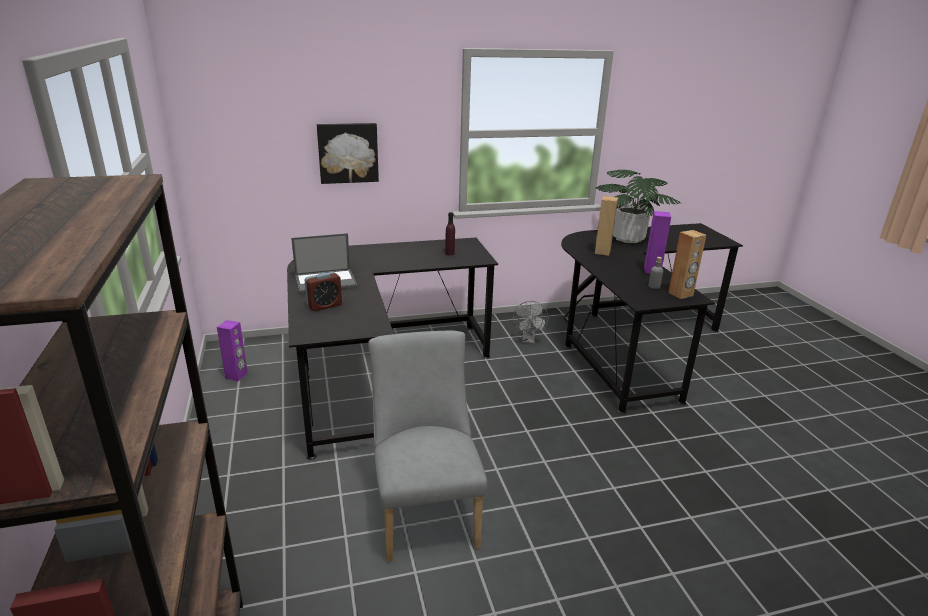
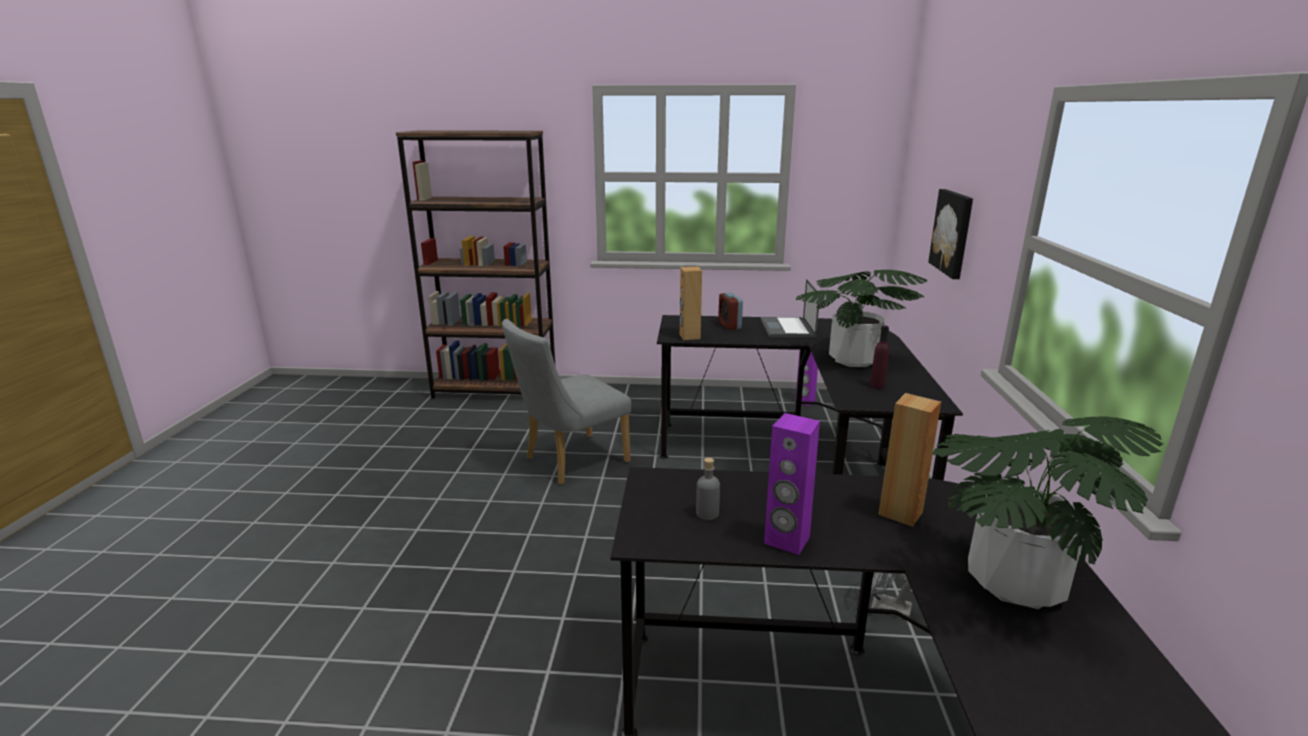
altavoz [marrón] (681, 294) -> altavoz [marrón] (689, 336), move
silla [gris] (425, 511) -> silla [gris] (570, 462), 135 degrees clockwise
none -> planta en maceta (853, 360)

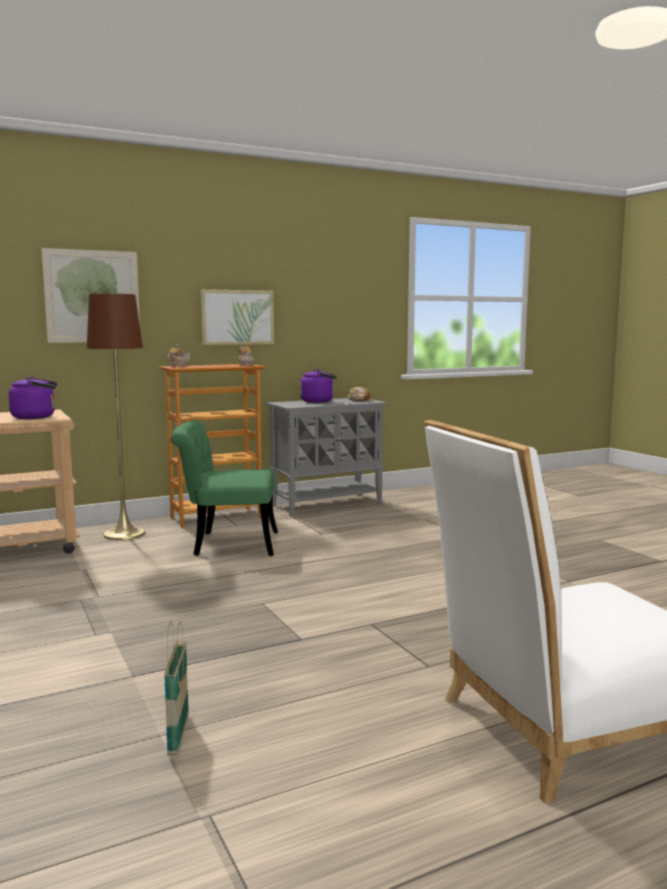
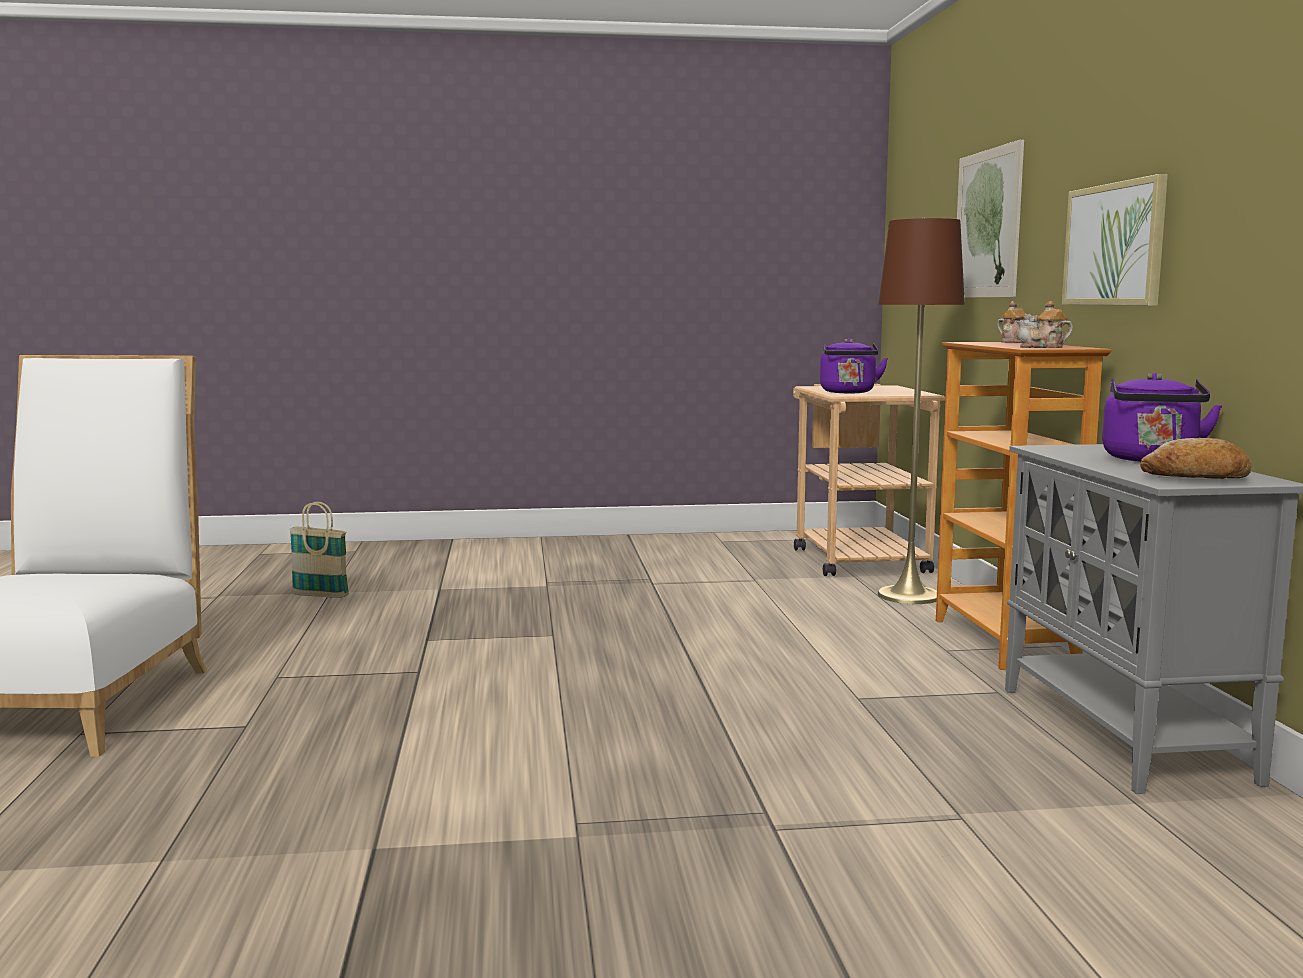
silla [verde] (226, 544) -> none

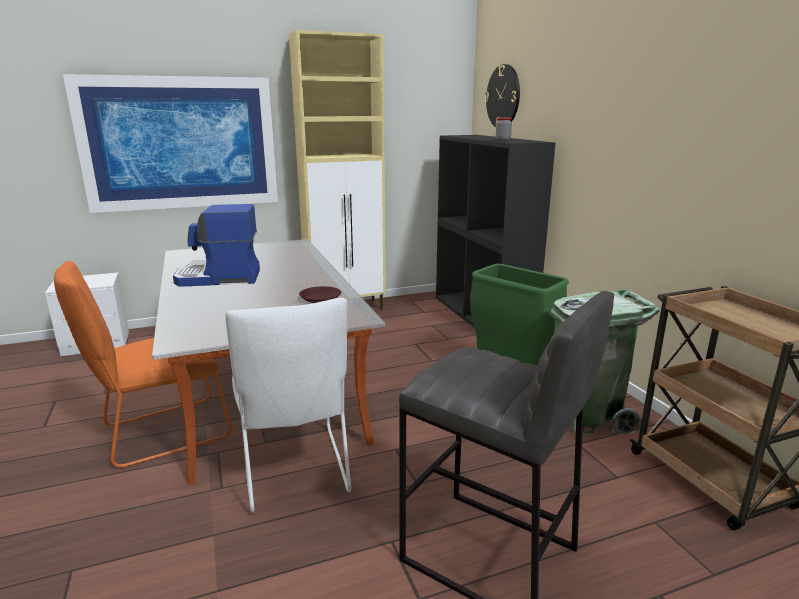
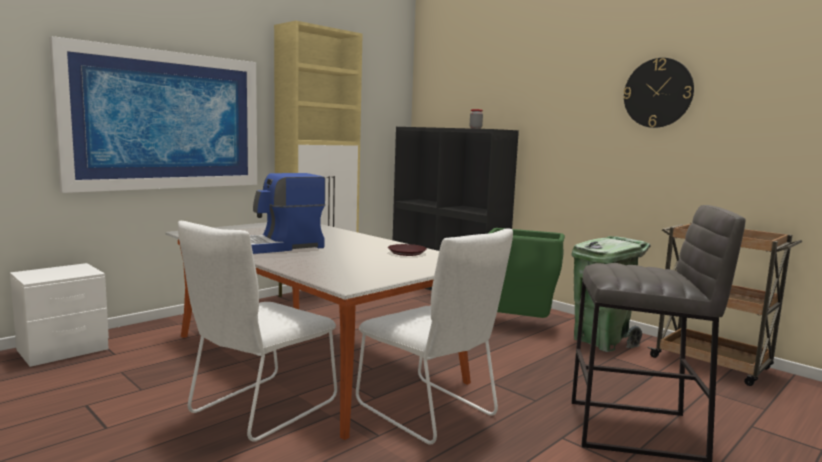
reloj de pared (503, 96) -> reloj de pared (658, 93), move
silla [naranja] (161, 433) -> silla [blanco] (259, 409)

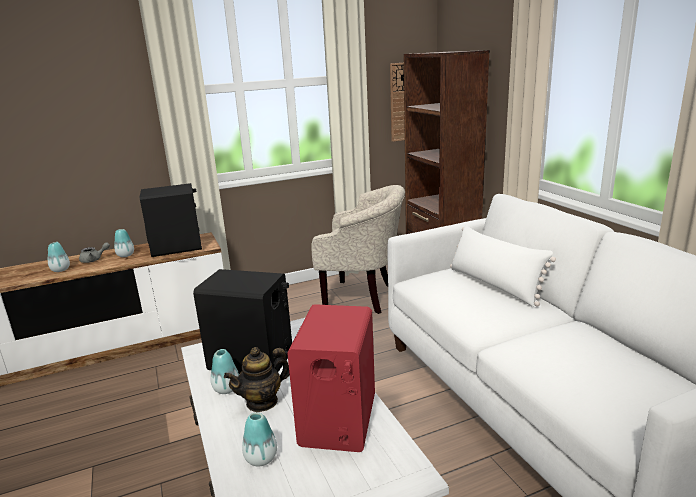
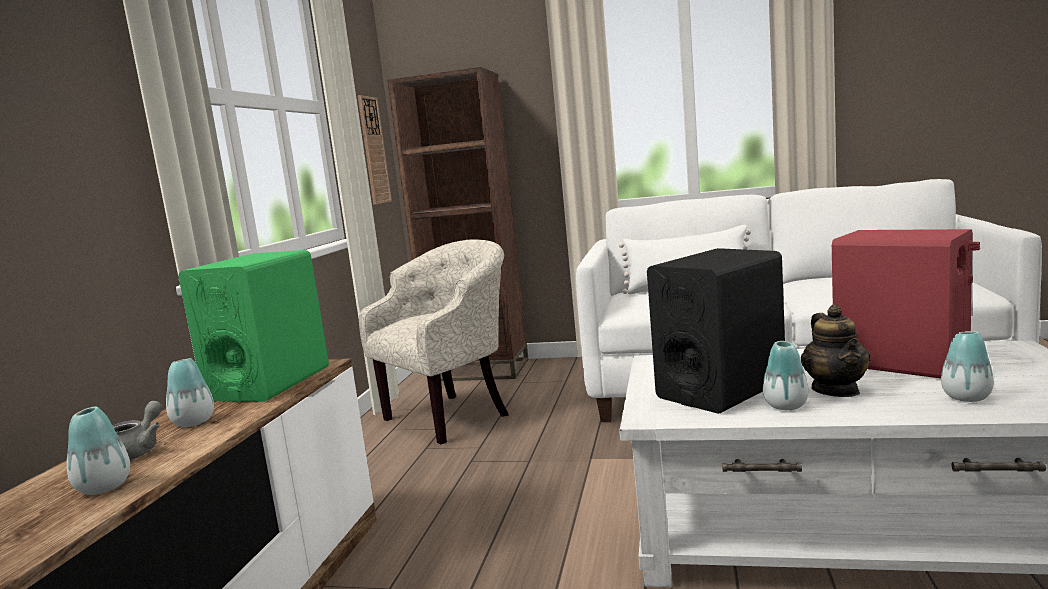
altavoz [negro] (177, 248) -> altavoz [verde] (270, 383)

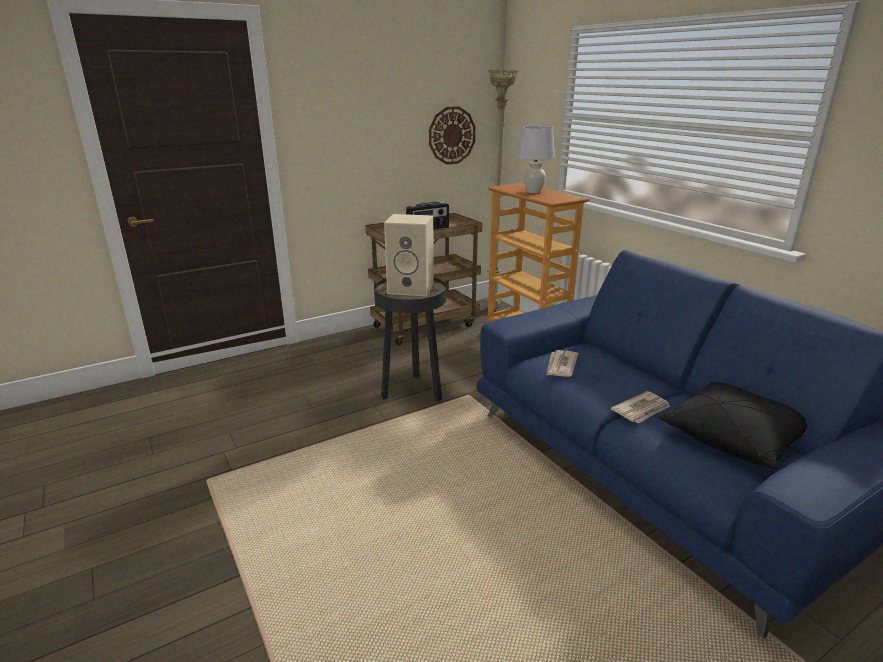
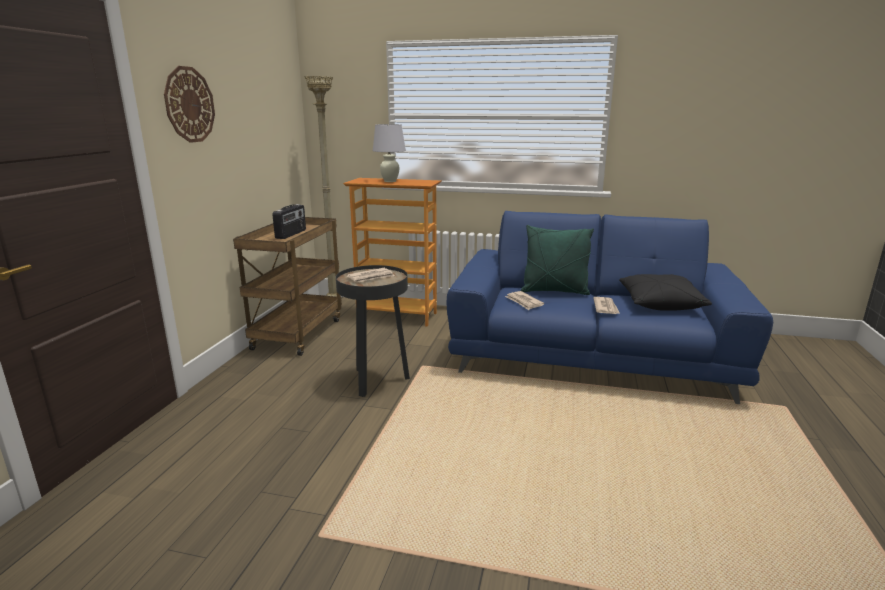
reloj de pared (451, 135) -> reloj de pared (189, 105), move
altavoz [beis] (412, 288) -> periódico (371, 277)
none -> cojín [verde] (554, 291)

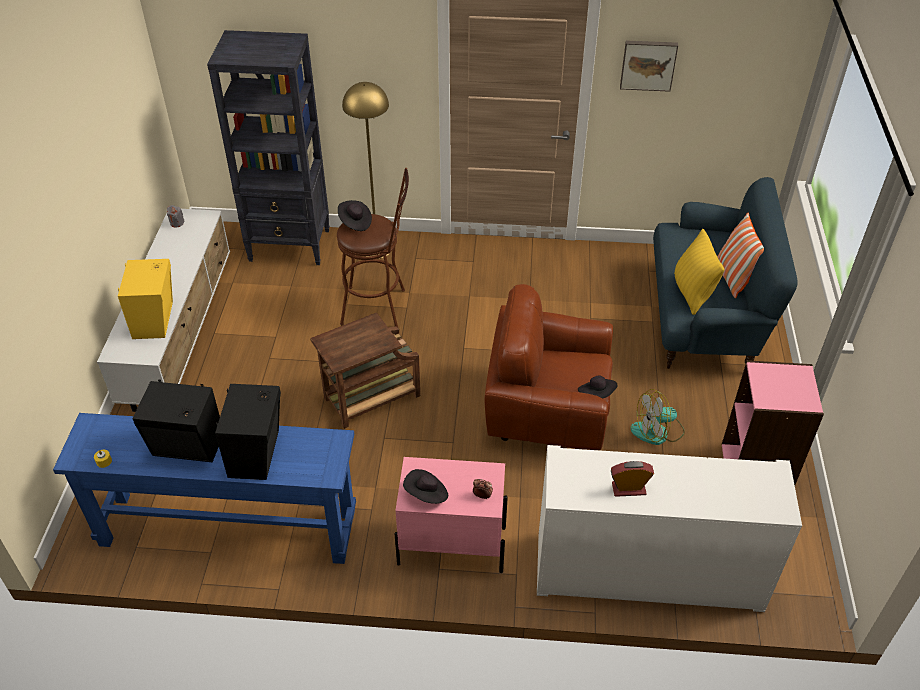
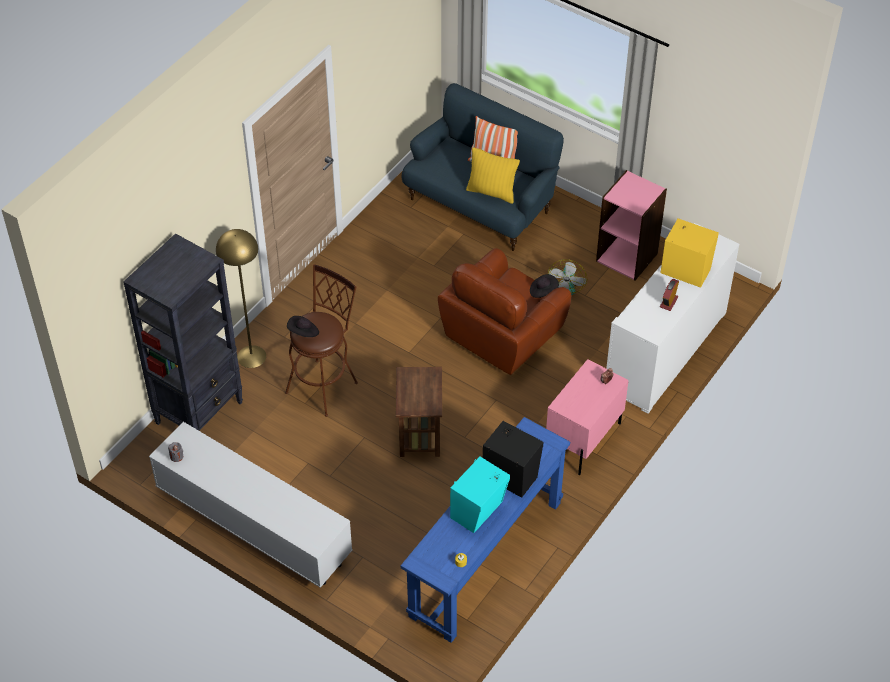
cuadro (648, 64) -> none
altavoz [amarillo] (156, 319) -> altavoz [amarillo] (685, 269), move
altavoz [negro] (188, 447) -> altavoz [turquesa] (479, 510)
sombrero [negro] (426, 494) -> none

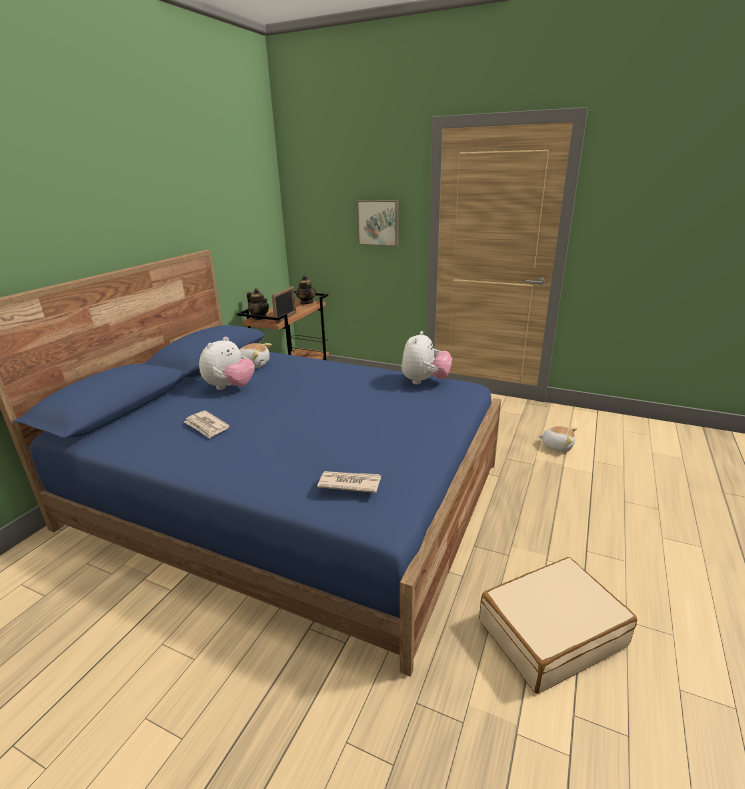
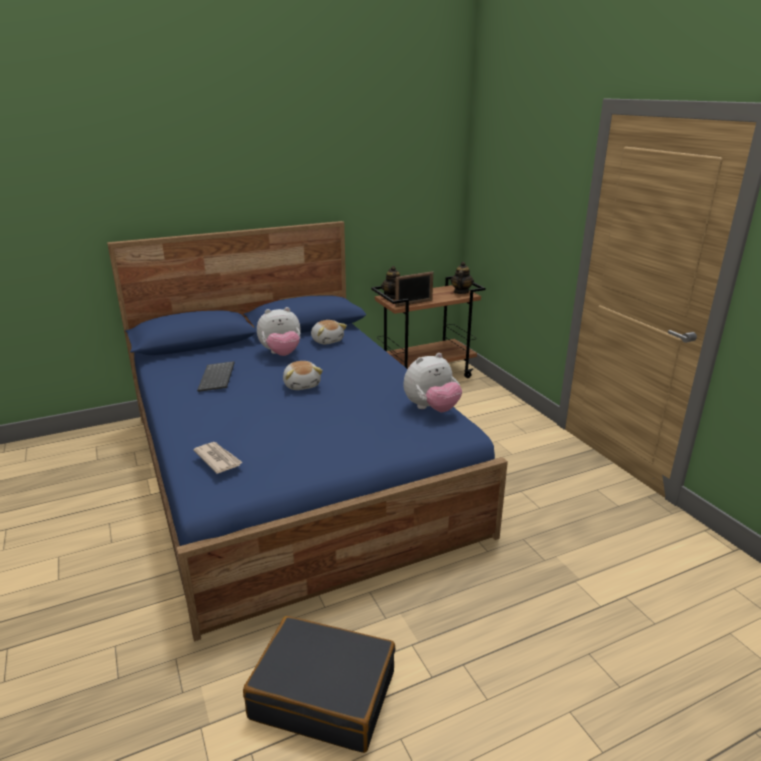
cuadro (378, 223) -> none
periódico (206, 426) -> teclado (218, 378)
peluche (557, 446) -> peluche (302, 385), move
maleta [beis] (550, 633) -> maleta [negro] (324, 694)

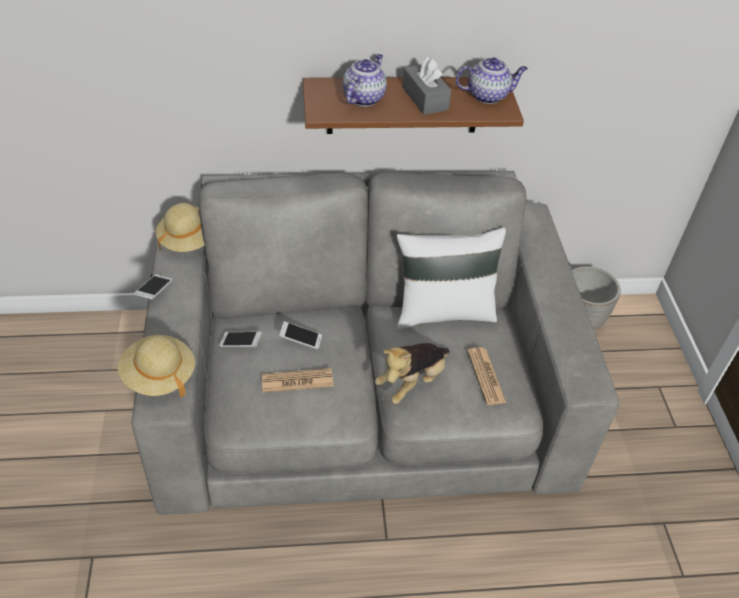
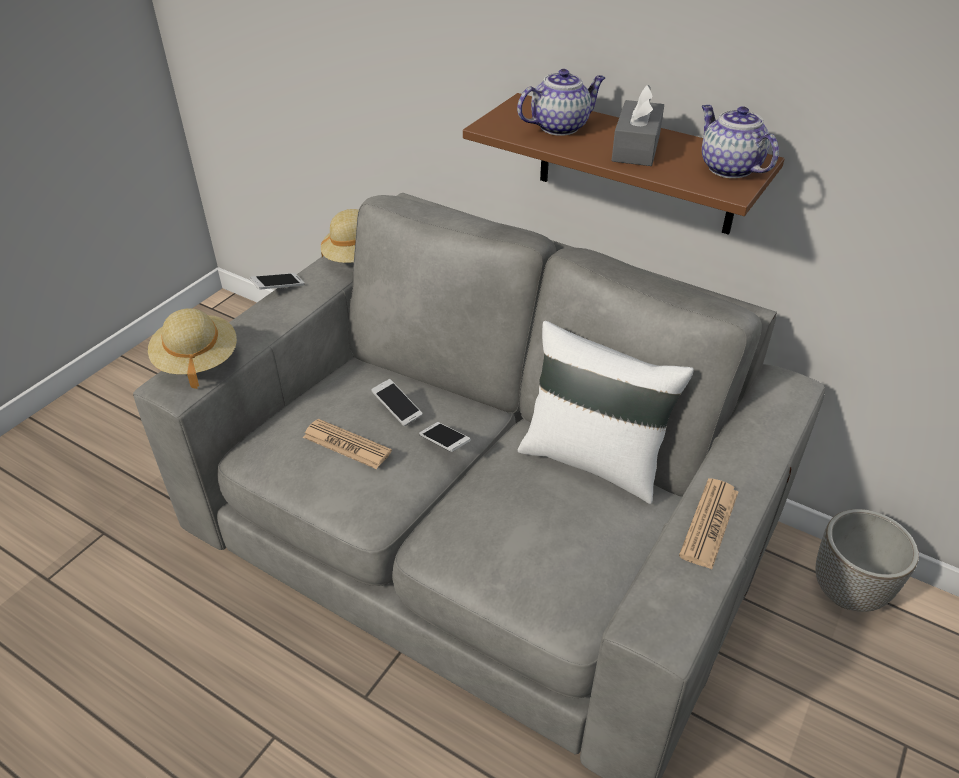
tetera (488, 95) -> tetera (728, 168), 150 degrees counterclockwise
móvil (241, 343) -> móvil (444, 443), move
peluche (412, 382) -> none
periódico (486, 376) -> periódico (709, 523), move

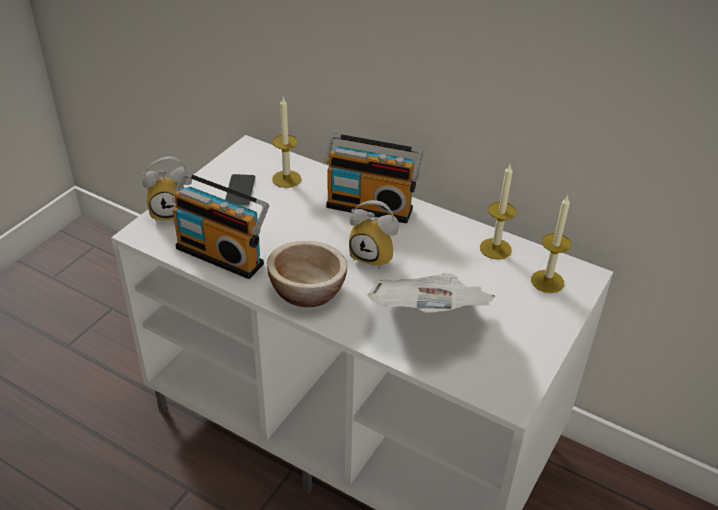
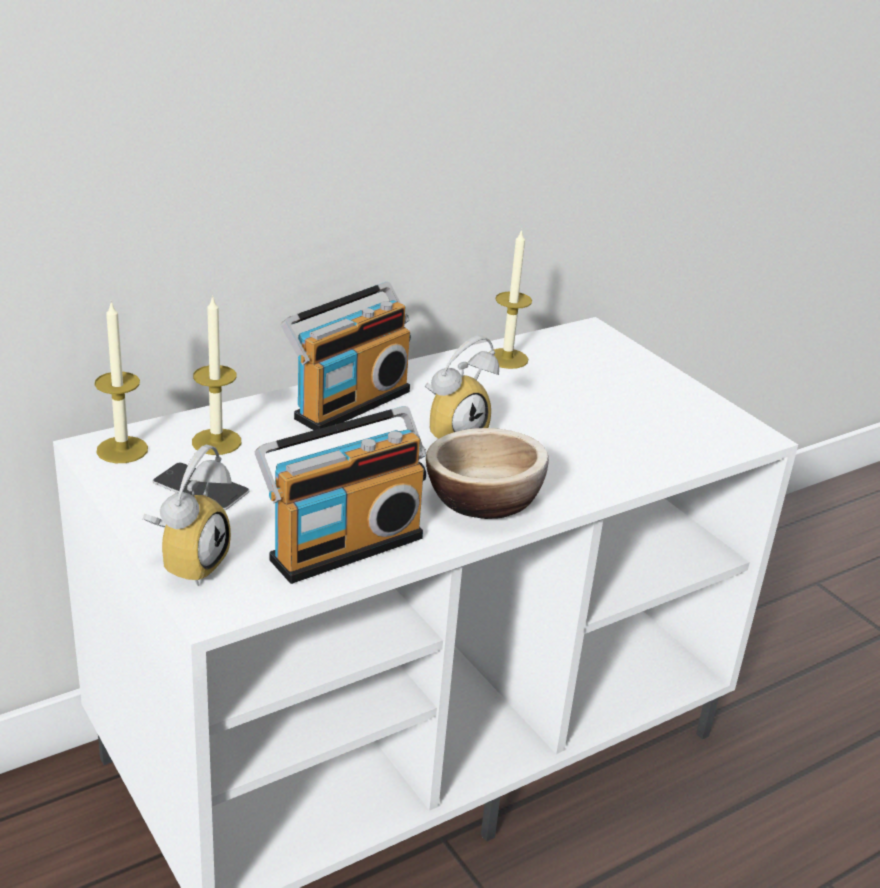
vela (547, 281) -> vela (122, 450), move
periódico (428, 316) -> none

